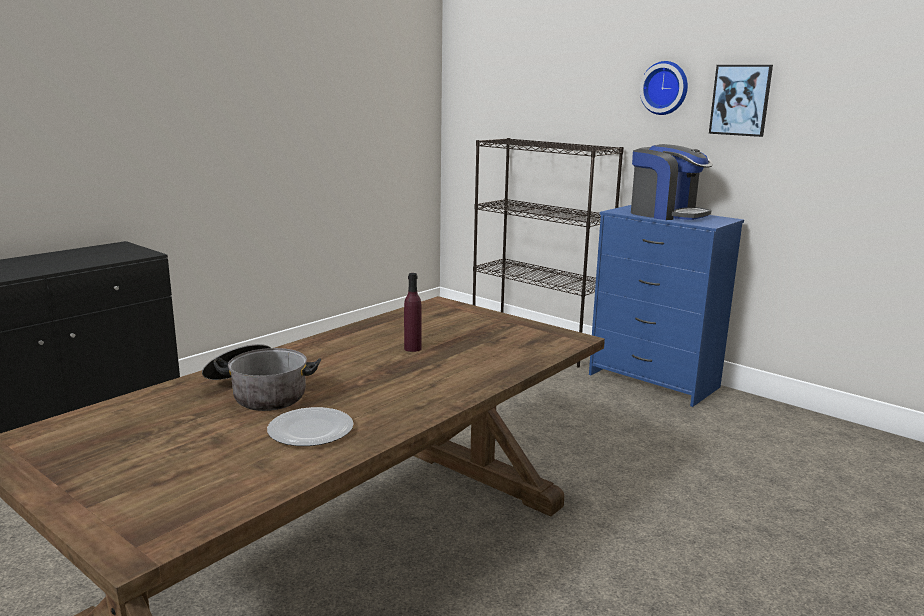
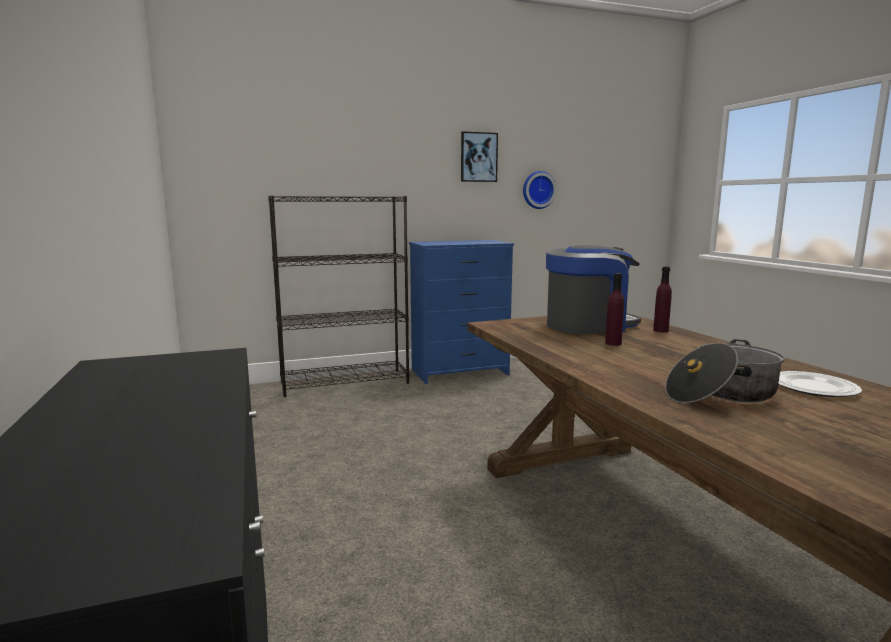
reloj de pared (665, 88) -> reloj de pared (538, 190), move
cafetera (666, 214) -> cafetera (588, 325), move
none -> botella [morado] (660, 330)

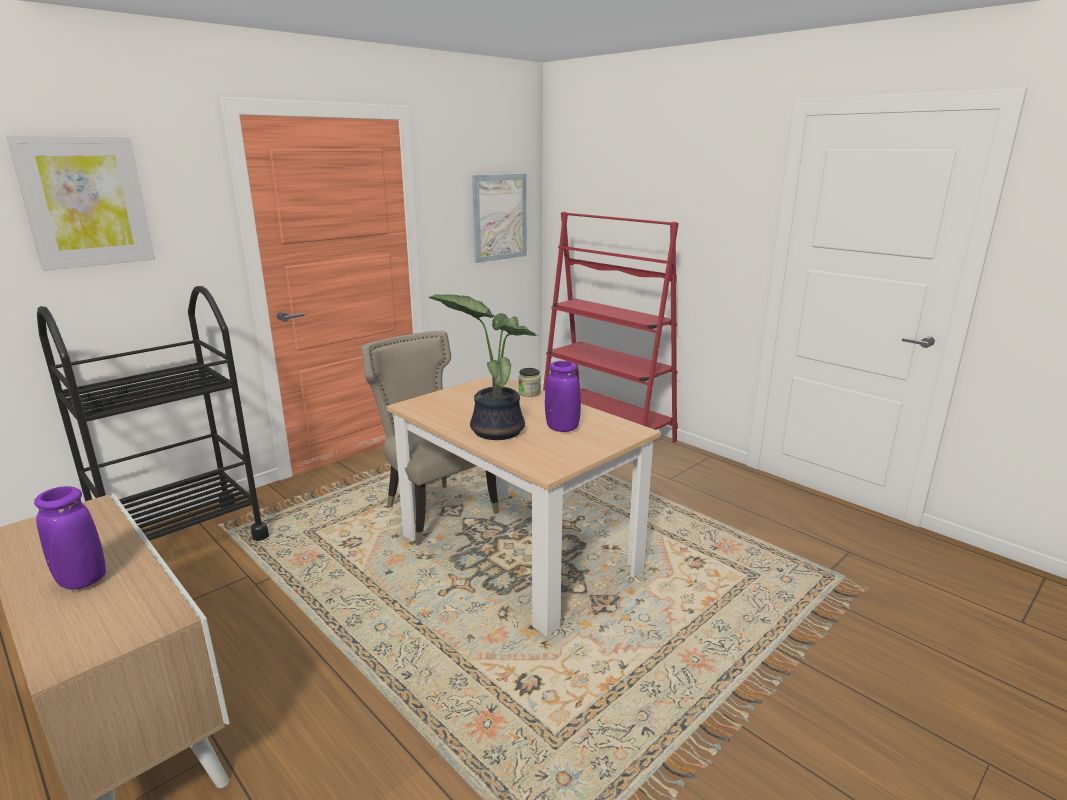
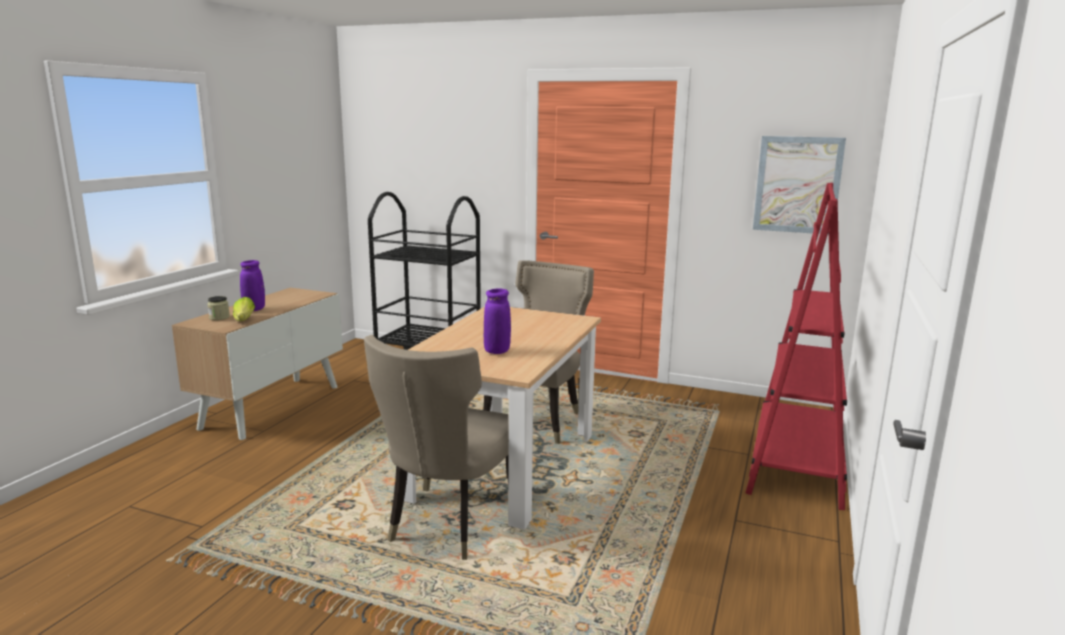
cuadro (86, 202) -> none
planta en maceta (495, 430) -> none
tarro (529, 393) -> tarro (219, 317), move
none -> lechuga (244, 320)
none -> silla [beis] (447, 526)

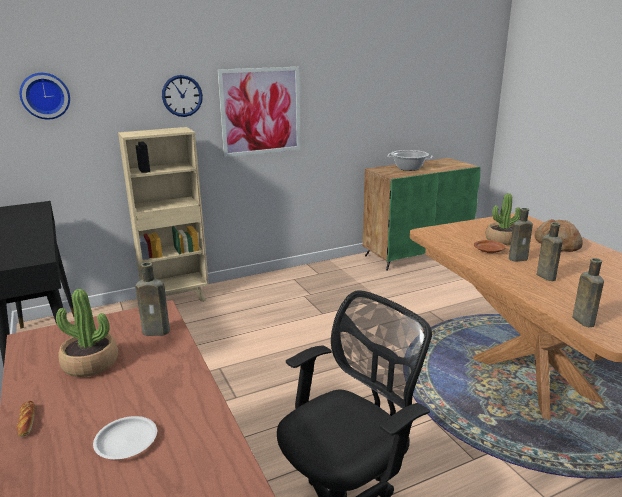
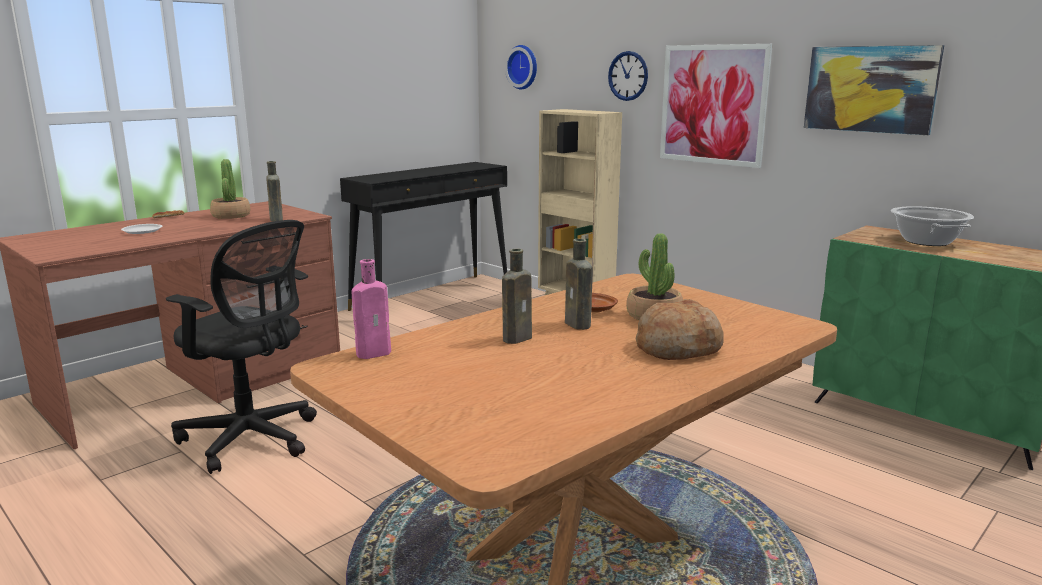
botella [marrón] (582, 320) -> botella [rosa] (376, 353)
none -> cuadro (870, 89)

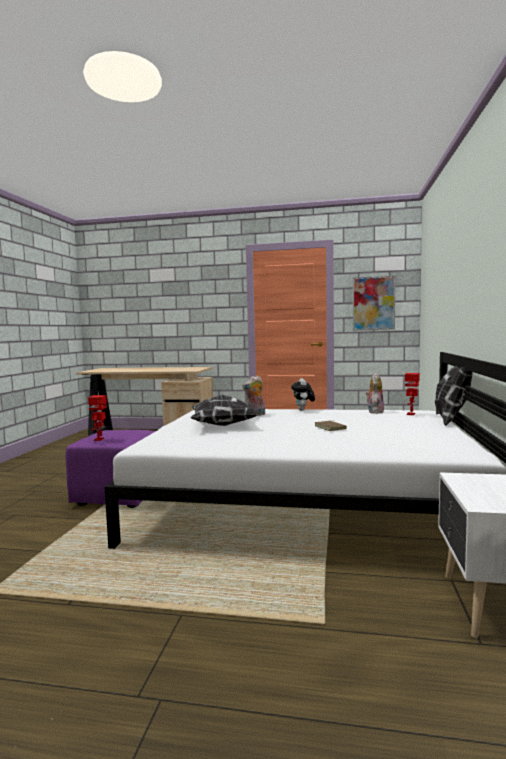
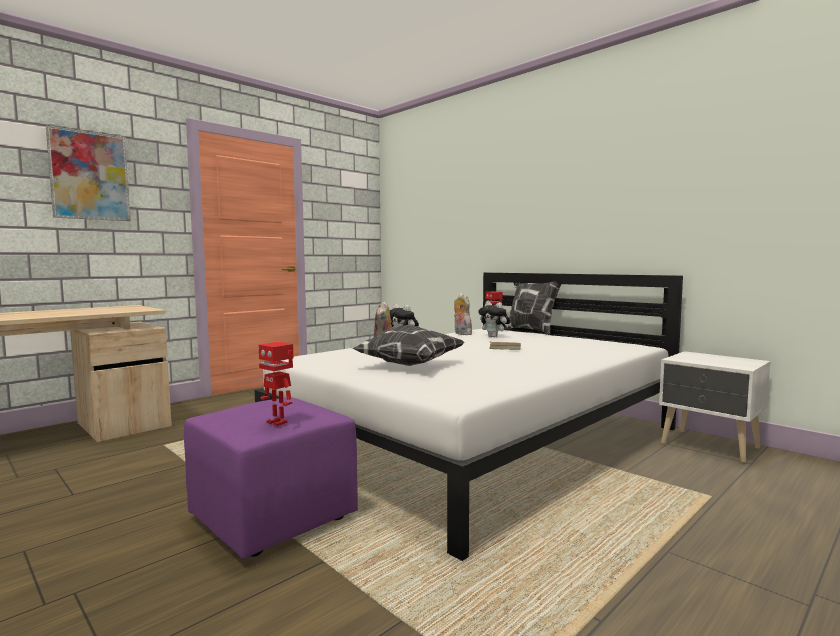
cuadro (373, 303) -> cuadro (89, 176), move
none -> peluche (494, 337)

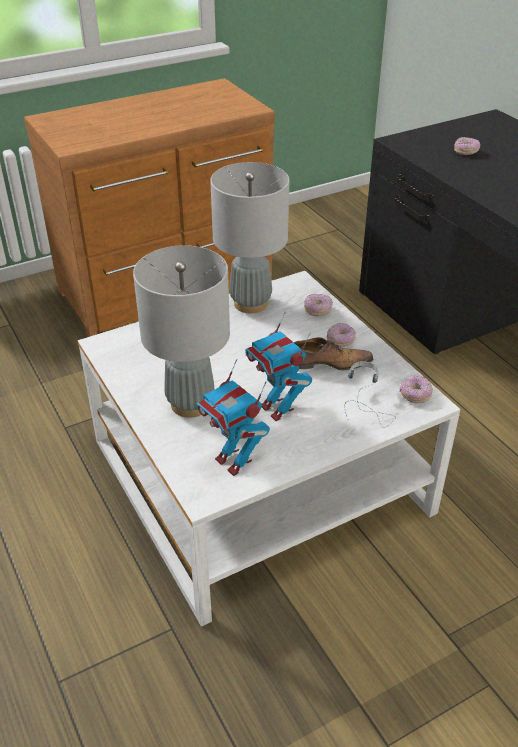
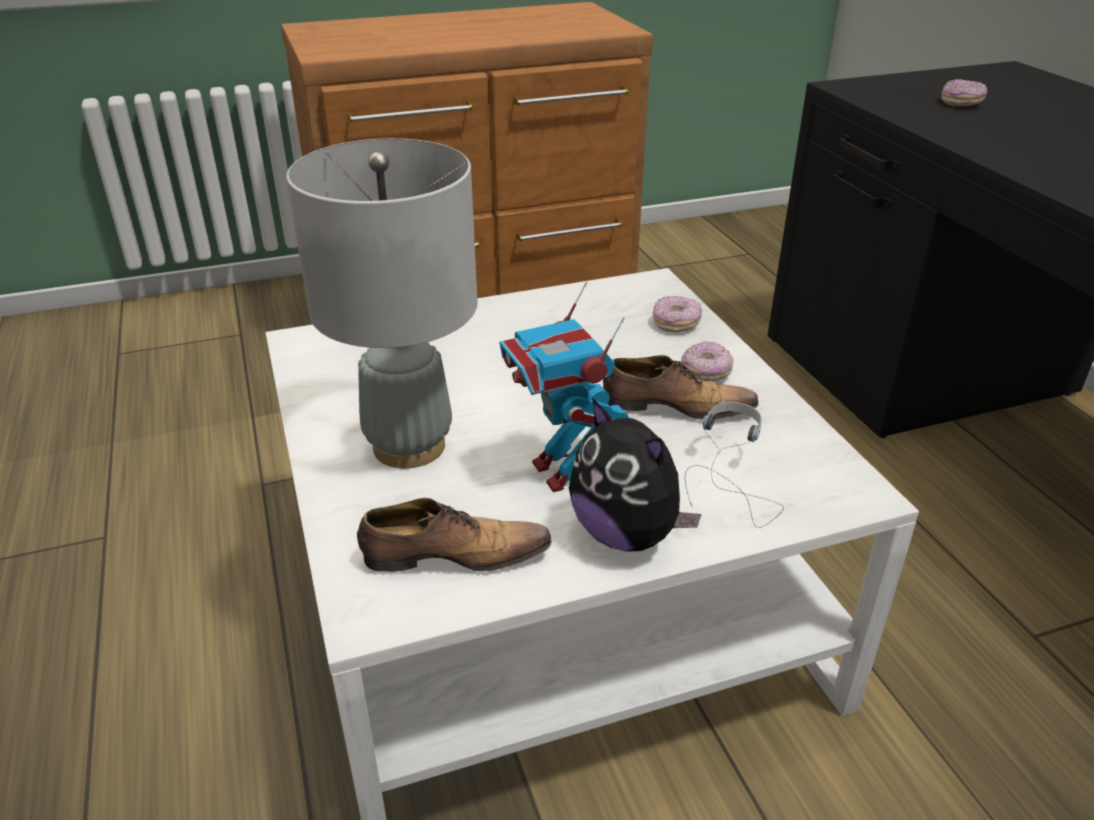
lámpara de mesa [gris] (250, 303) -> none
robot de juguete (234, 461) -> zapato (452, 555)
rosquilla (415, 395) -> none
none -> peluche (627, 534)

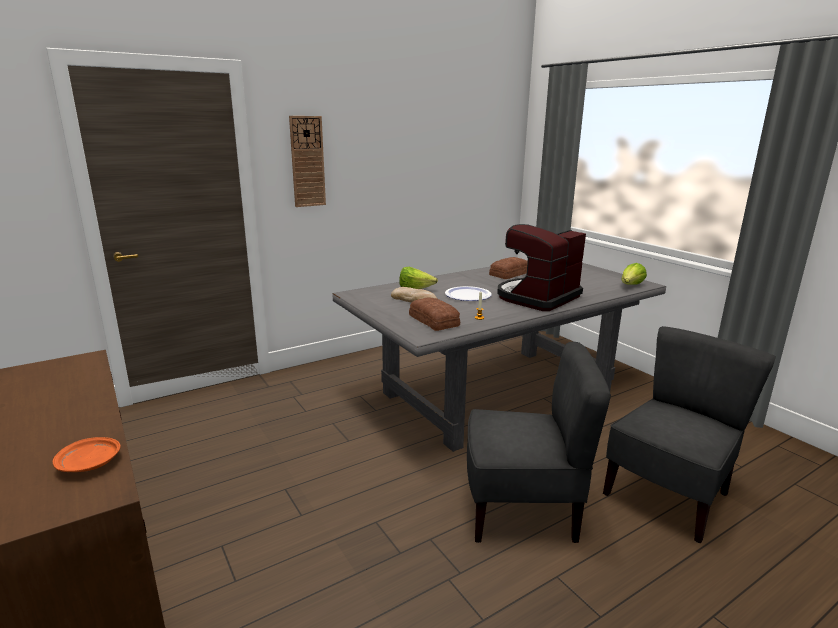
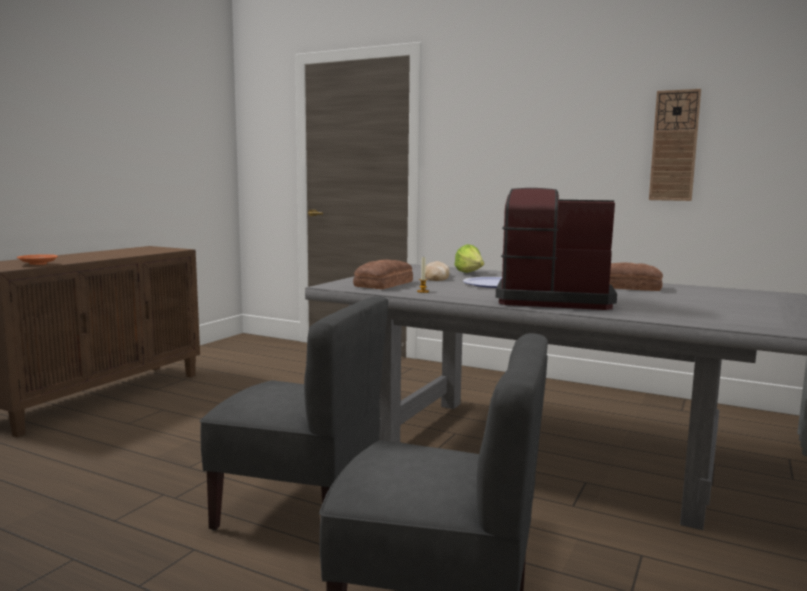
reloj de pared (307, 162) -> reloj de pared (674, 146), move
lechuga (631, 286) -> none
silla [gris] (521, 510) -> silla [gris] (299, 510), 45 degrees counterclockwise

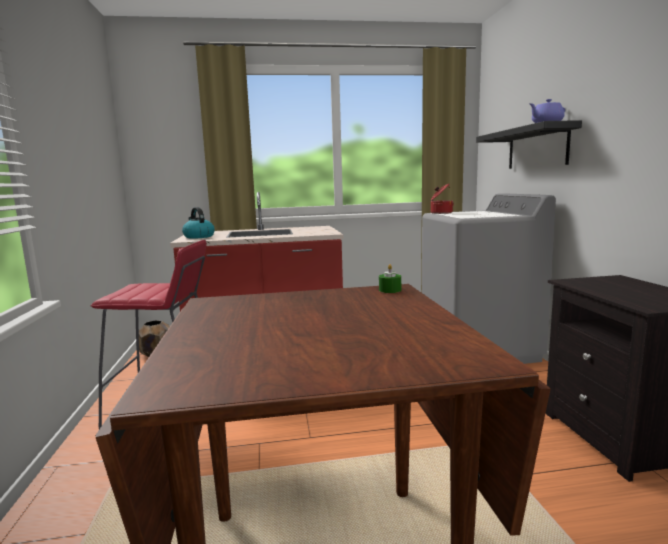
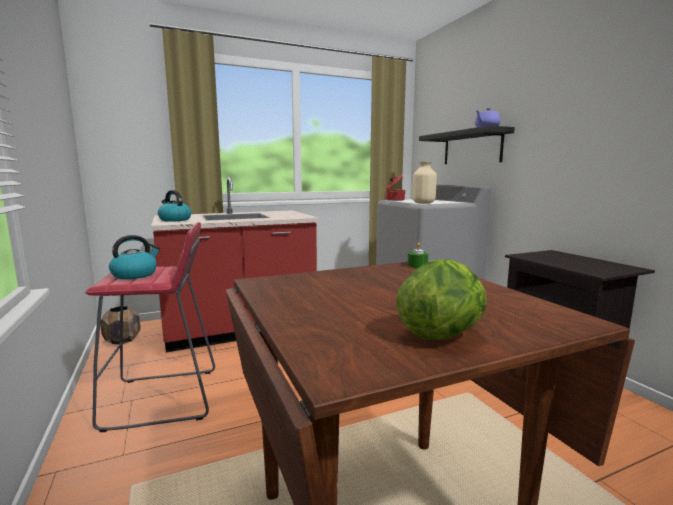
none -> florero [beis] (423, 203)
none -> hervidor (135, 274)
none -> lechuga (442, 334)

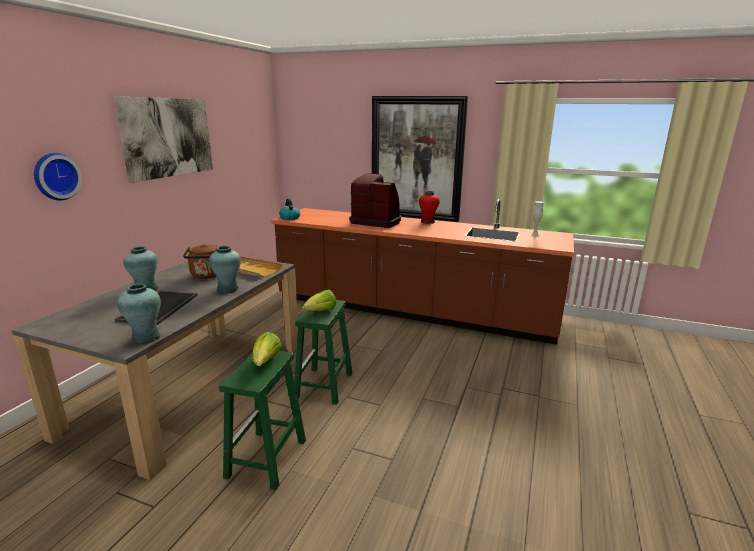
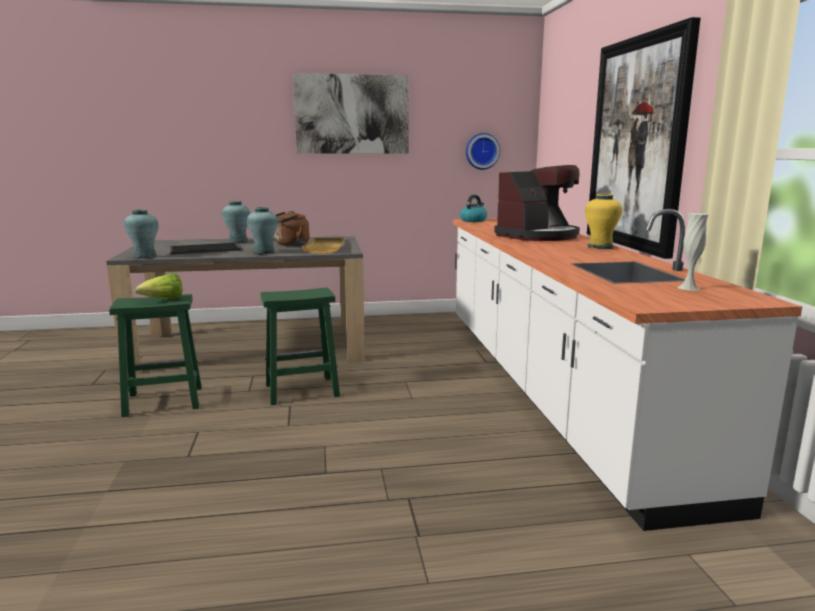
reloj de pared (55, 176) -> reloj de pared (482, 151), move
cafetera (376, 222) -> cafetera (538, 236), 60 degrees clockwise
florero [rojo] (428, 222) -> florero [amarillo] (600, 247)
mueble bajo de cocina [marrón] (412, 311) -> mueble bajo de cocina [blanco] (552, 388)
lechuga (321, 312) -> none

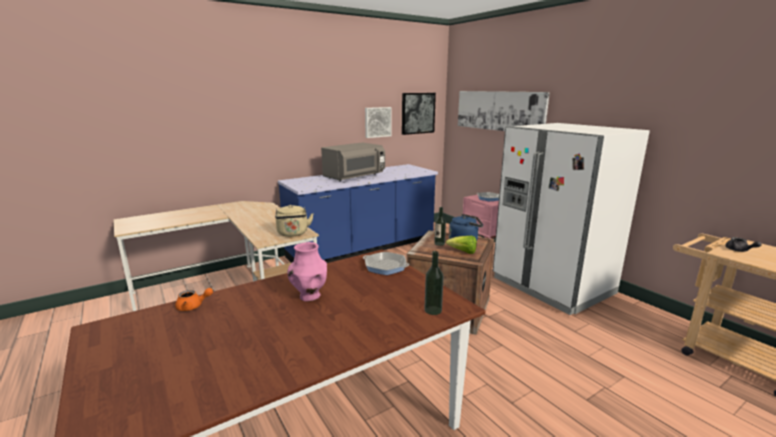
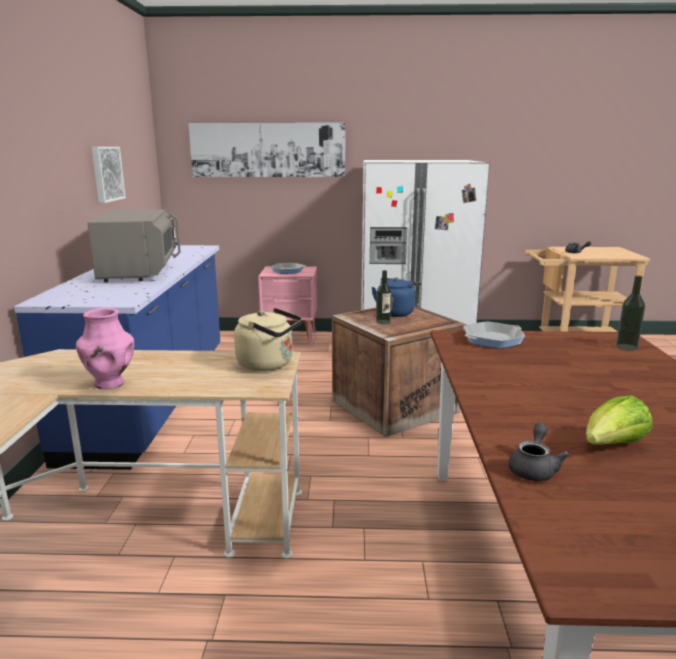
cuadro (417, 113) -> none
lechuga (463, 252) -> lechuga (612, 446), move
florero [rosa] (309, 296) -> florero [rosa] (110, 384), move
tetera [naranja] (193, 306) -> tetera [gris] (534, 468)

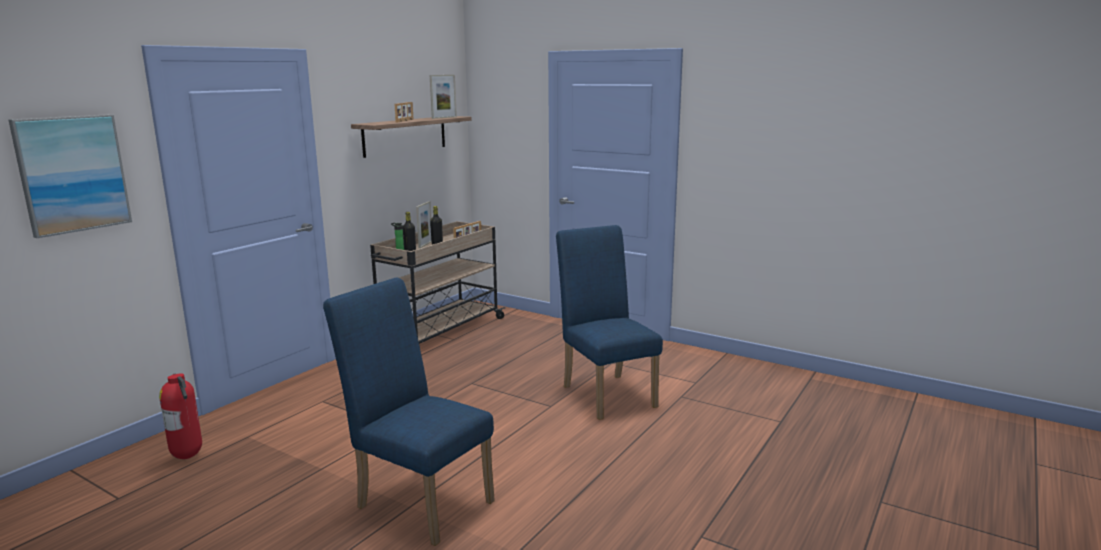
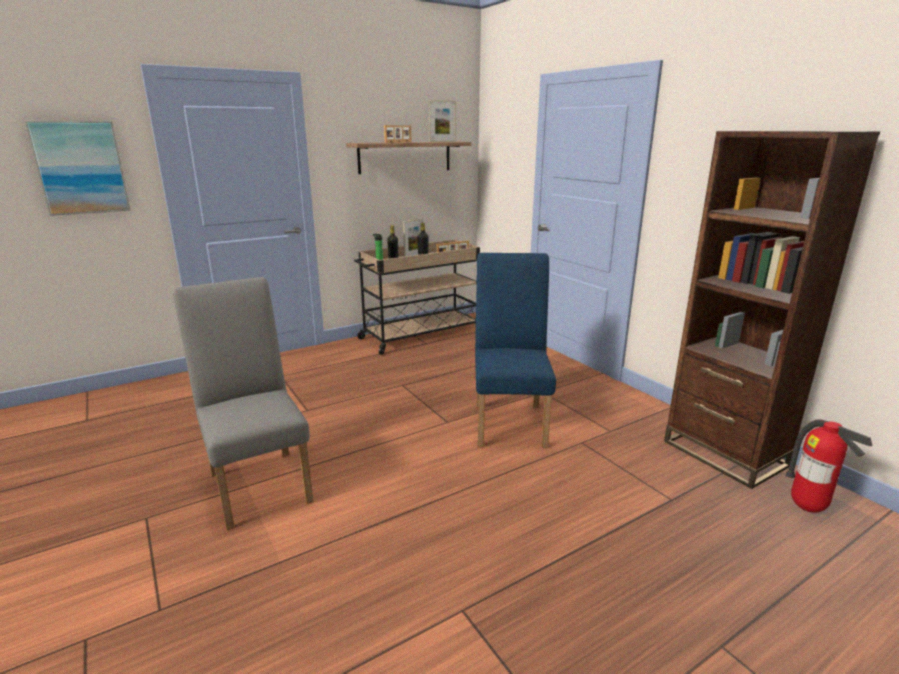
silla [azul] (419, 499) -> silla [gris] (259, 481)
extintor (188, 456) -> extintor (808, 508), move
none -> estantería [marrón] (724, 453)

